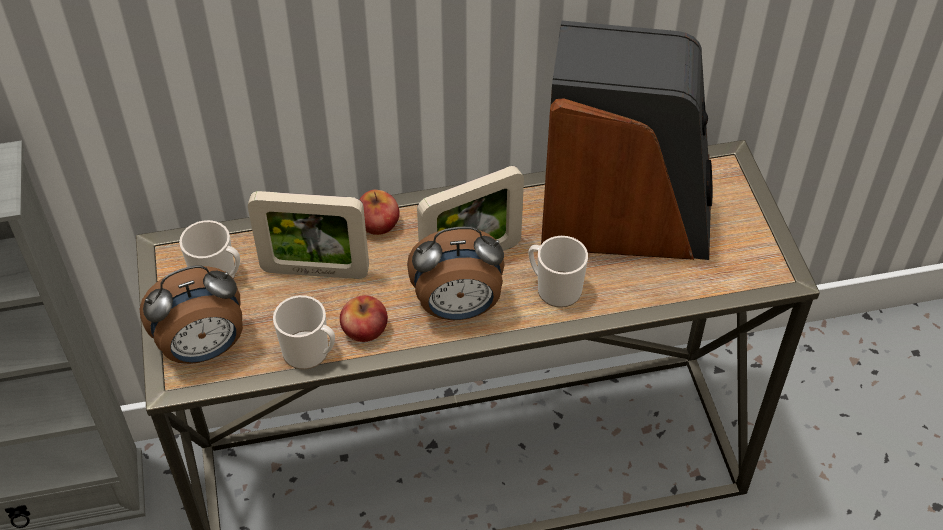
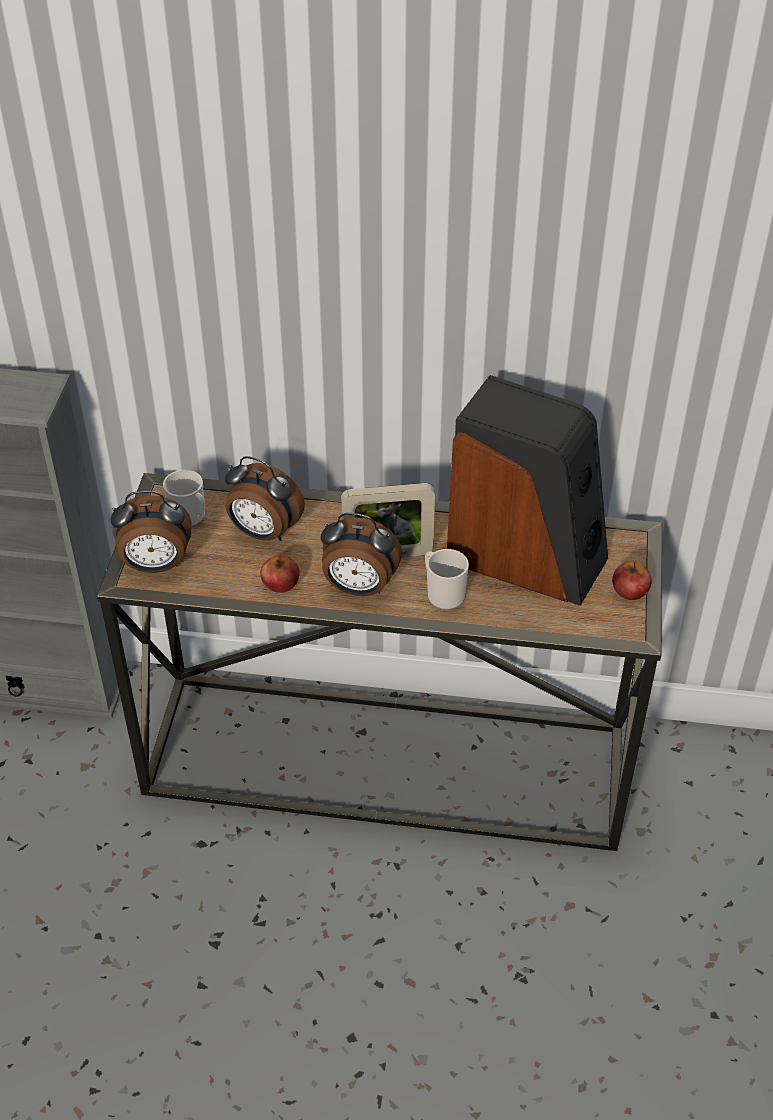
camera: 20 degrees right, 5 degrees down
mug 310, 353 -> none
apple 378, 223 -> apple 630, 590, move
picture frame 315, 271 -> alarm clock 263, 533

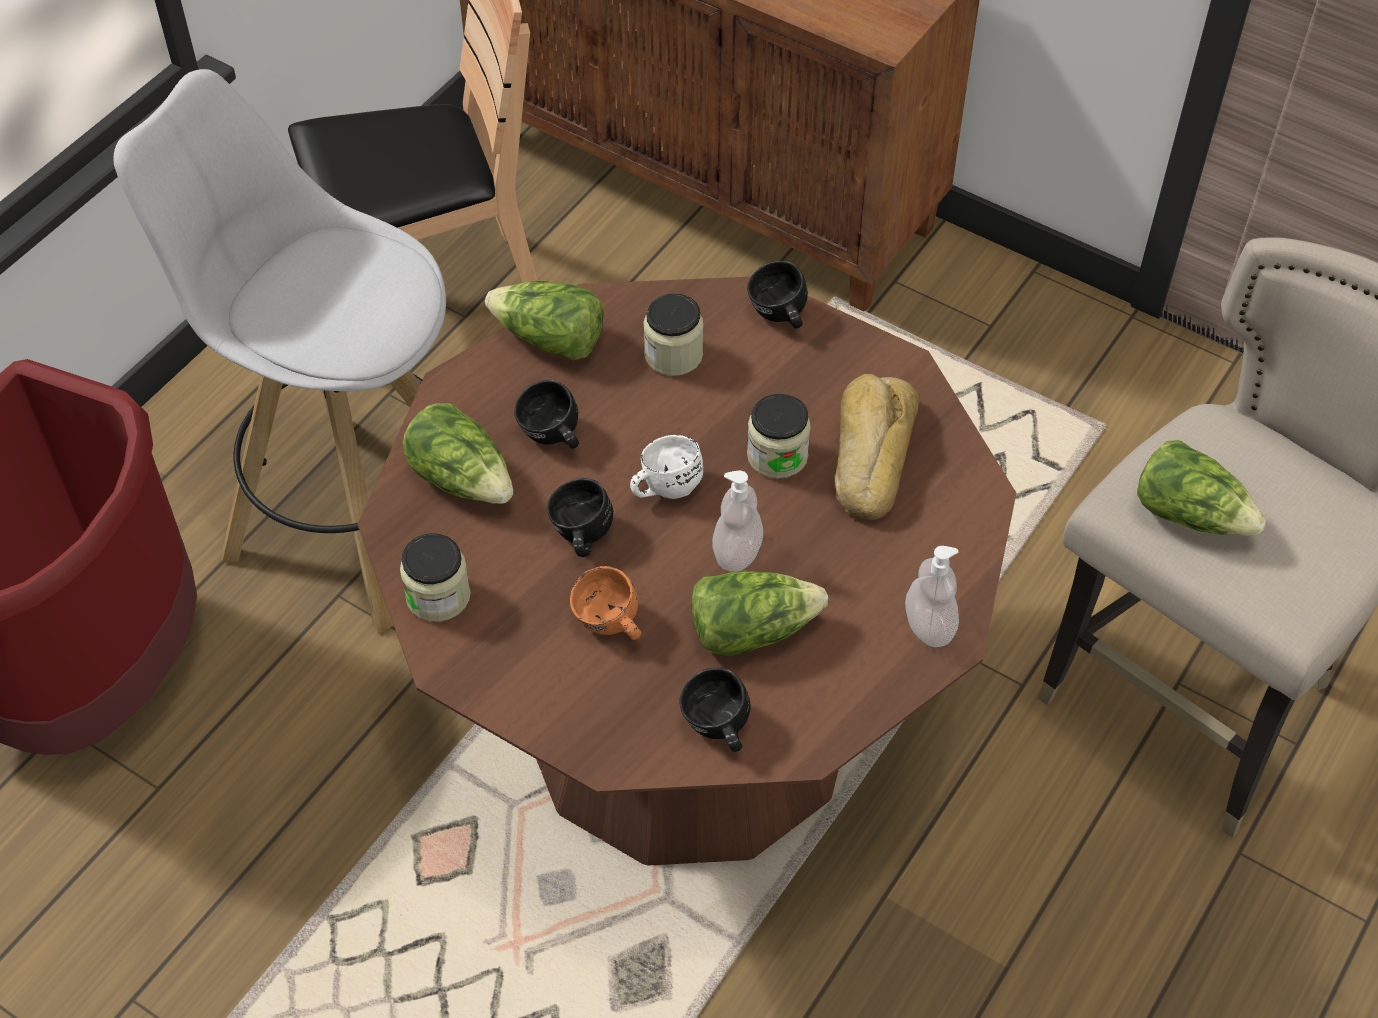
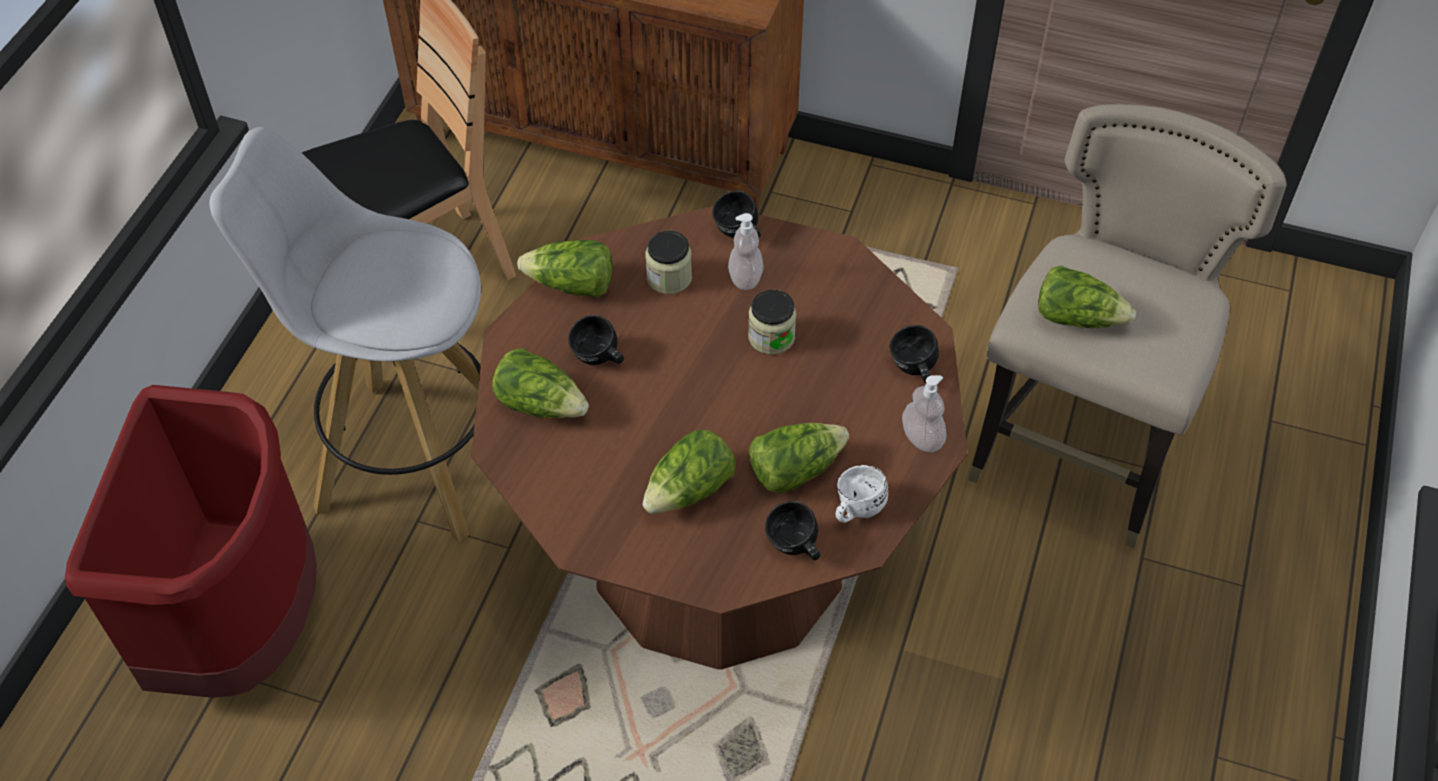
camera: 15 degrees left, 0 degrees up
jar 438, 596 -> none
bread 869, 454 -> none
mug (black) 579, 537 -> mug (black) 913, 370, move
mug (white) 664, 486 -> mug (white) 855, 508, move
soap dispenser 737, 552 -> soap dispenser 745, 278, move
mug (orange) 609, 627 -> lettuce 690, 490

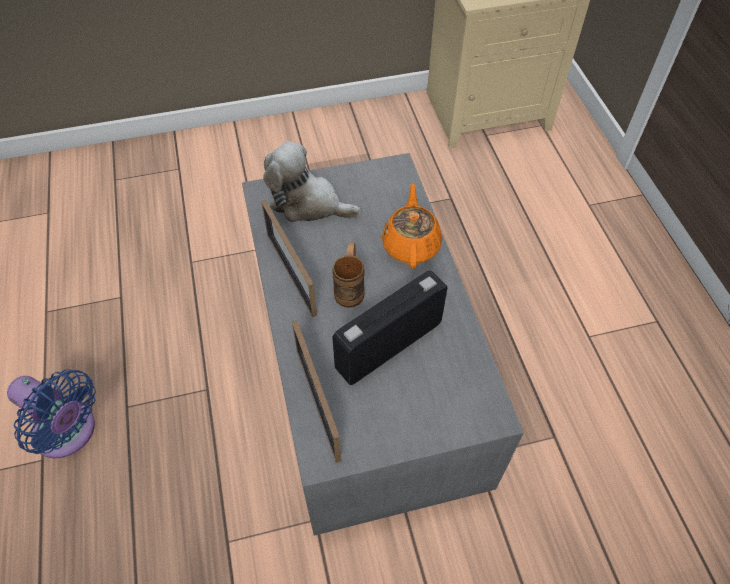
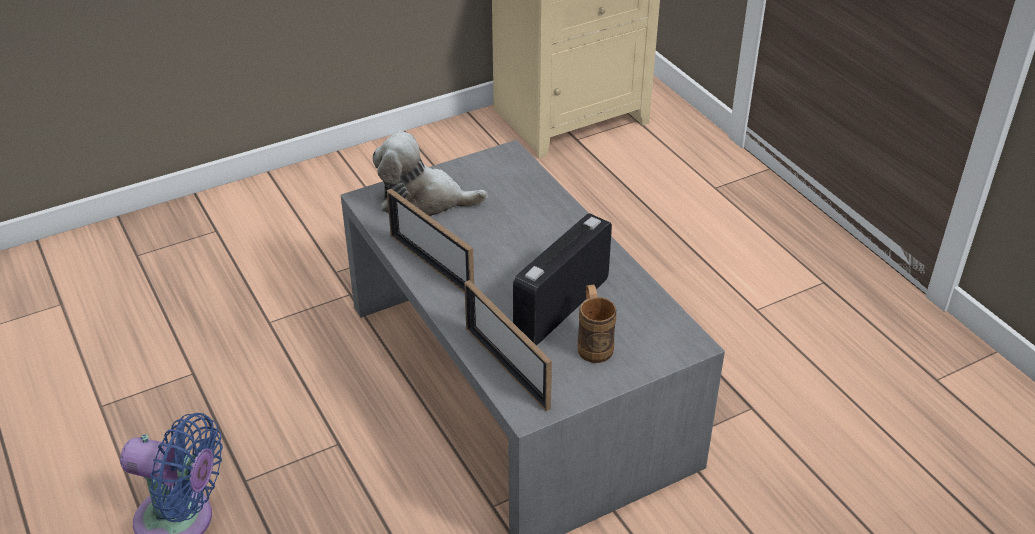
camera: 15 degrees left, 15 degrees down
teapot (orange) 411, 244 -> none
mug (brown) 350, 288 -> mug (brown) 593, 343, move

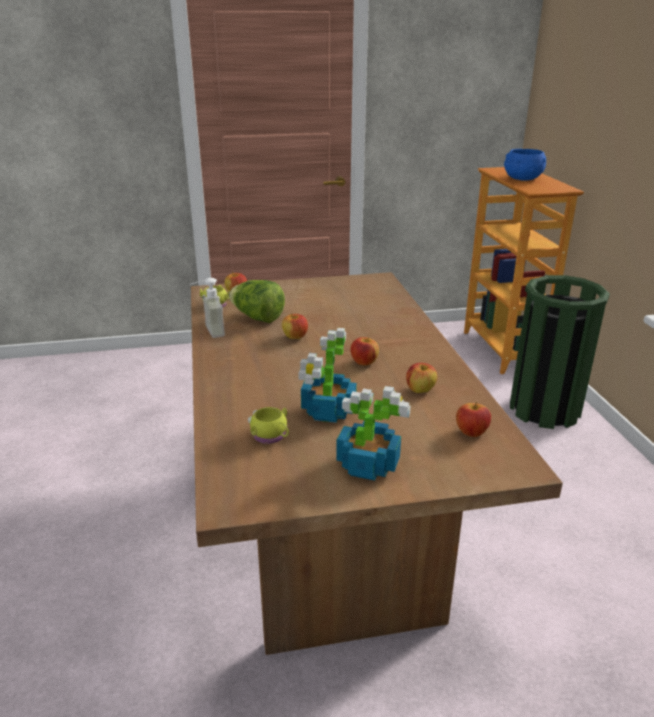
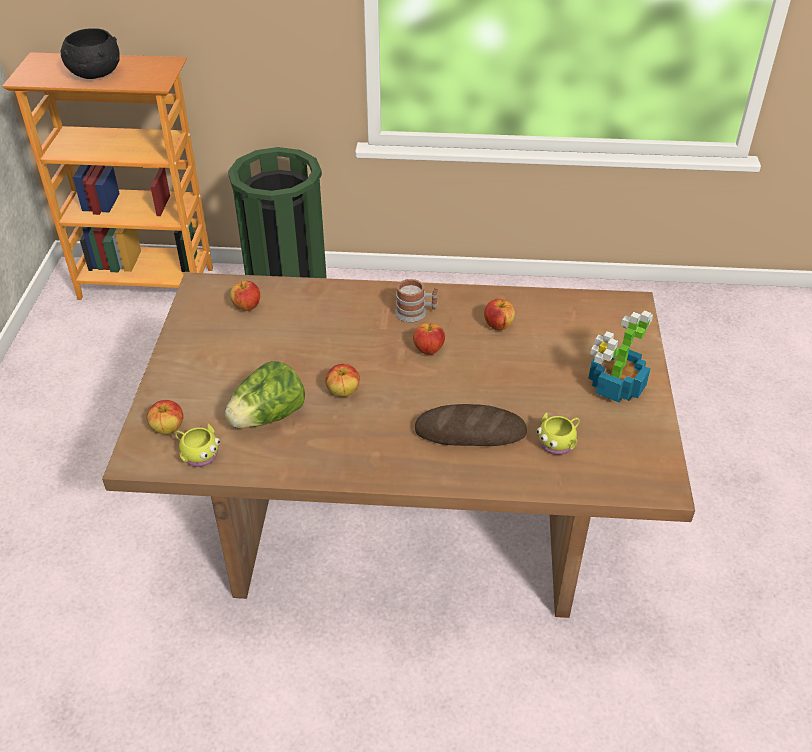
camera: 75 degrees left, 15 degrees up
soap dispenser 208, 332 -> none
potted plant 327, 411 -> none
none -> mug 416, 313
none -> bread 470, 432
apple 471, 432 -> apple 247, 306, move
bowl (blue) 522, 179 -> bowl (black) 94, 74

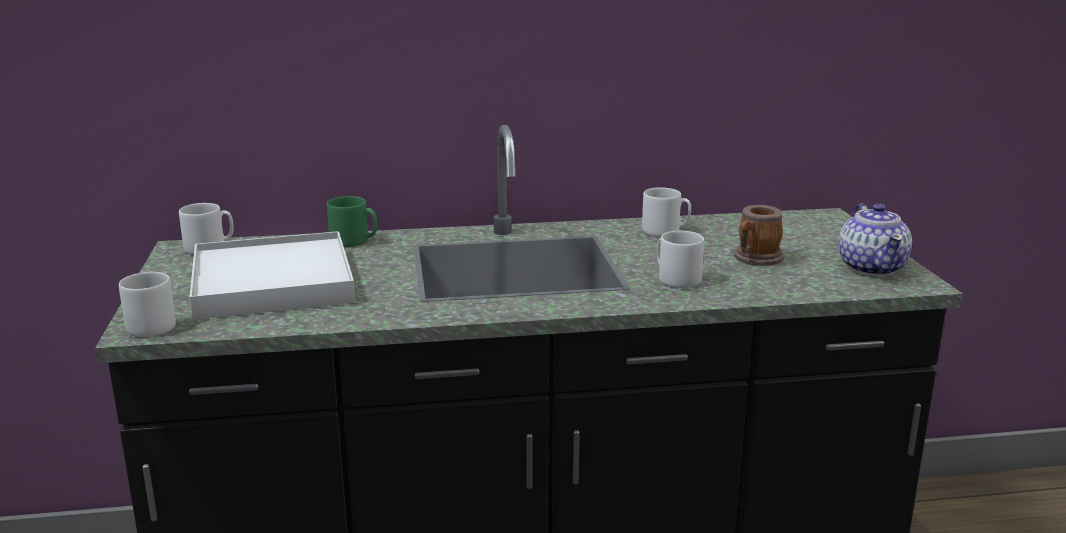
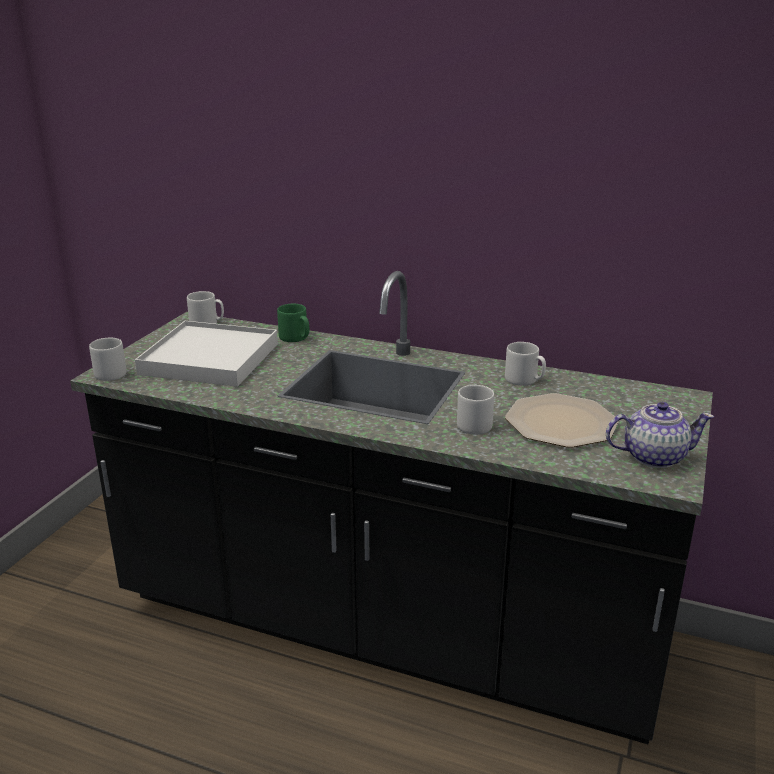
camera: 30 degrees right, 5 degrees up
mug 755, 259 -> plate 562, 423
teapot 872, 267 -> teapot 653, 457, 120 degrees counterclockwise

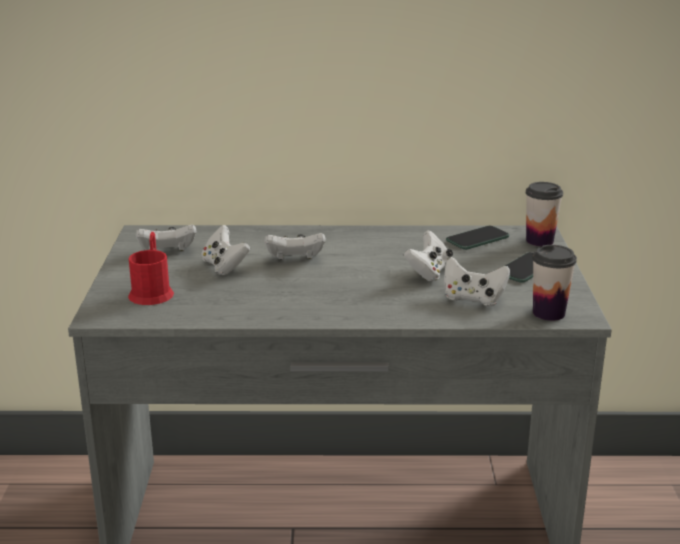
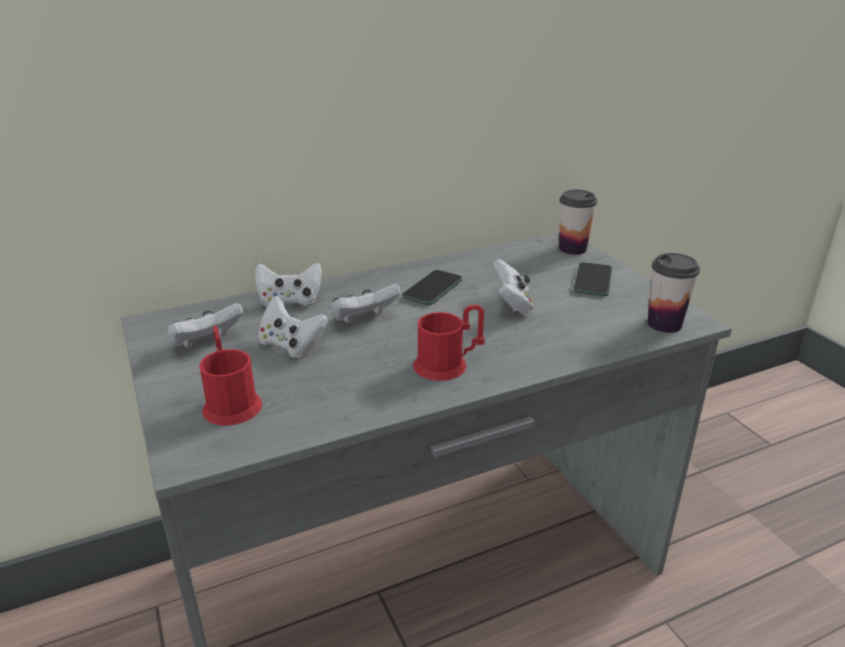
camera: 25 degrees left, 5 degrees up
none -> mug (red) 448, 365
game controller (white) 473, 299 -> game controller (white) 290, 301, move
phone 477, 239 -> phone 432, 289, move

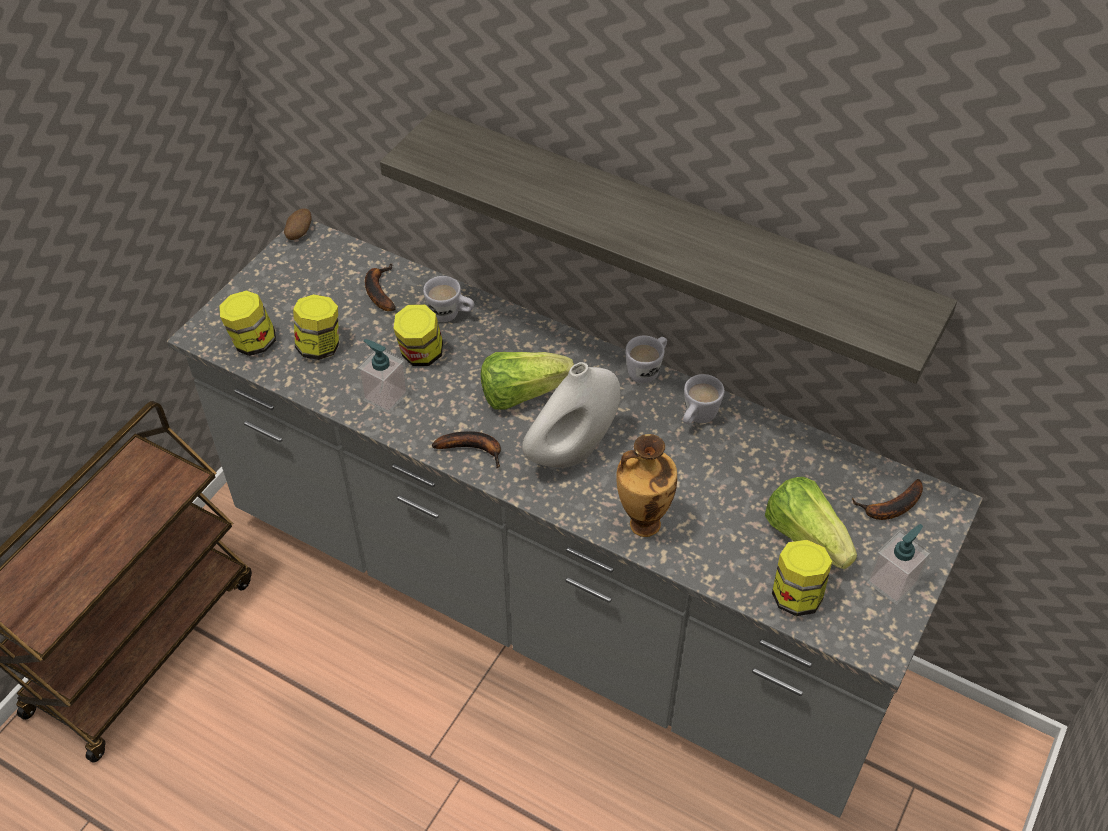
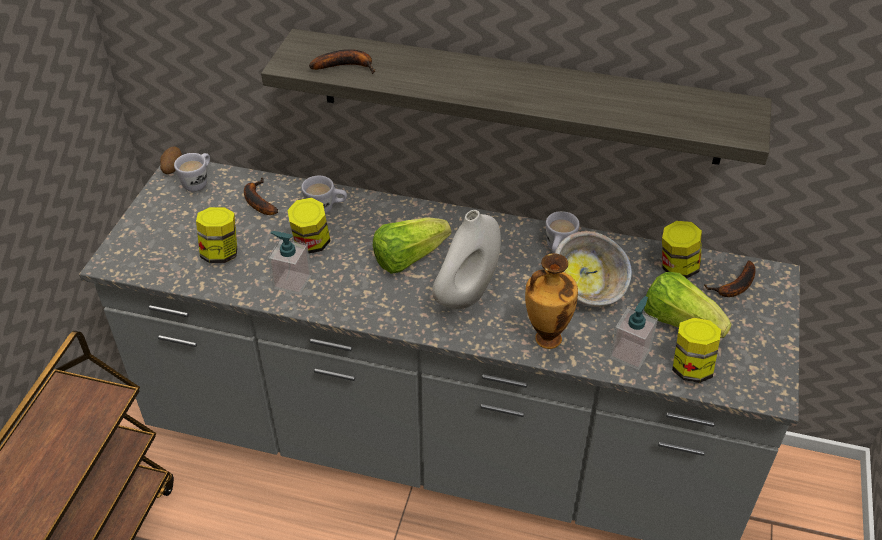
camera: 15 degrees left, 5 degrees down
none -> bowl 589, 290
jar 253, 343 -> jar 677, 268, move
banana 474, 449 -> banana 347, 66, move
mug (white) 647, 370 -> mug (white) 198, 182, move
soap dispenser 892, 582 -> soap dispenser 630, 353, move

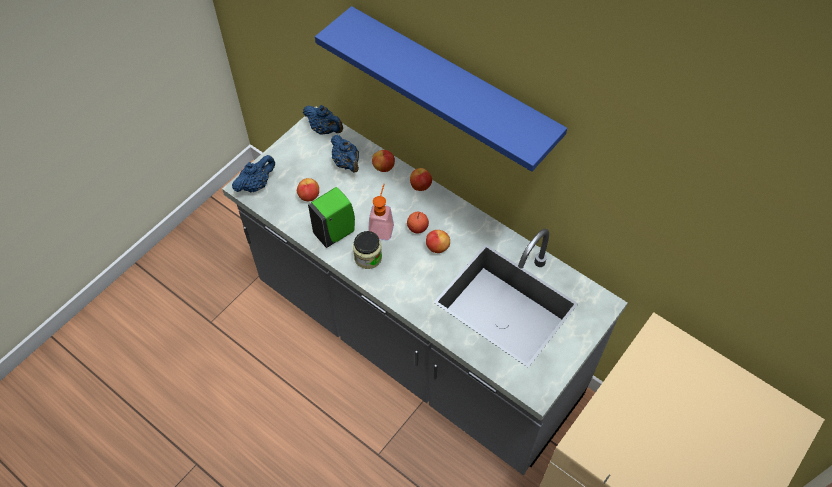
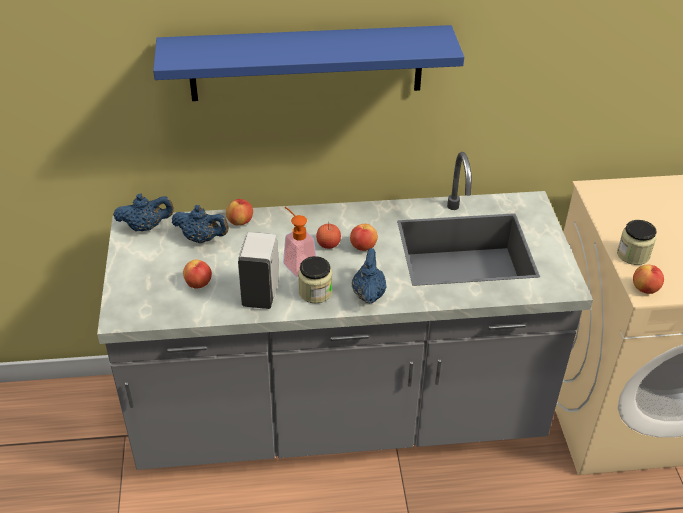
camera: 45 degrees left, 15 degrees down
none -> jar 633, 254
teapot (blue) 256, 185 -> teapot (blue) 368, 294, move
apple 420, 186 -> apple 645, 289, move
soap dispenser (green) 336, 232 -> soap dispenser (white) 261, 293

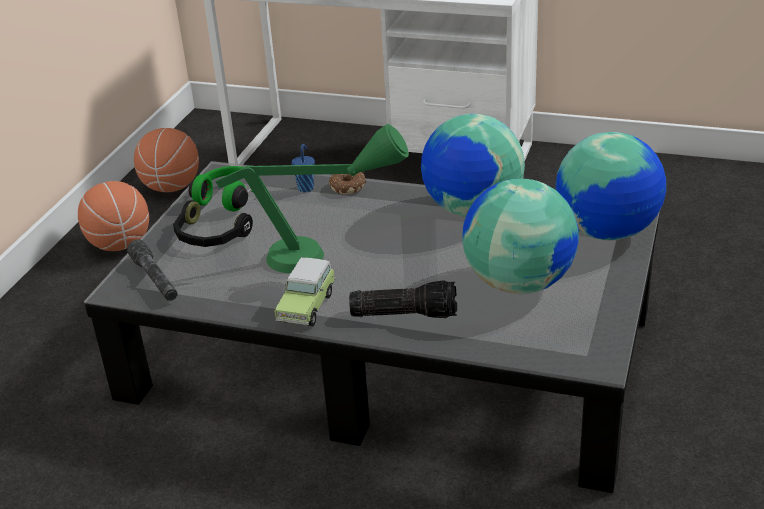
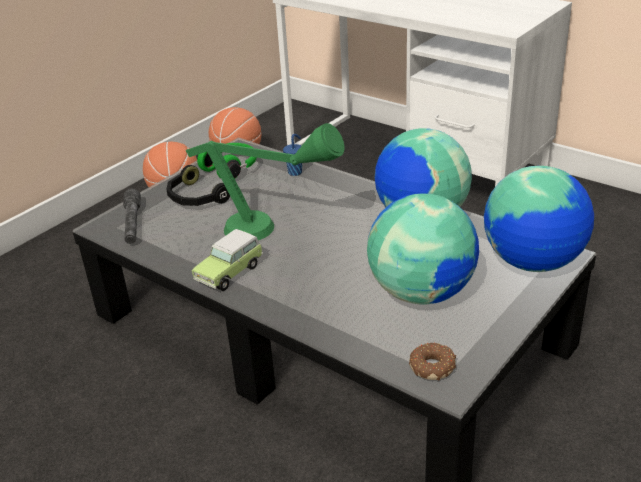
camera: 20 degrees right, 0 degrees up
flashlight 405, 313 -> none
donut 347, 186 -> donut 432, 366, move

